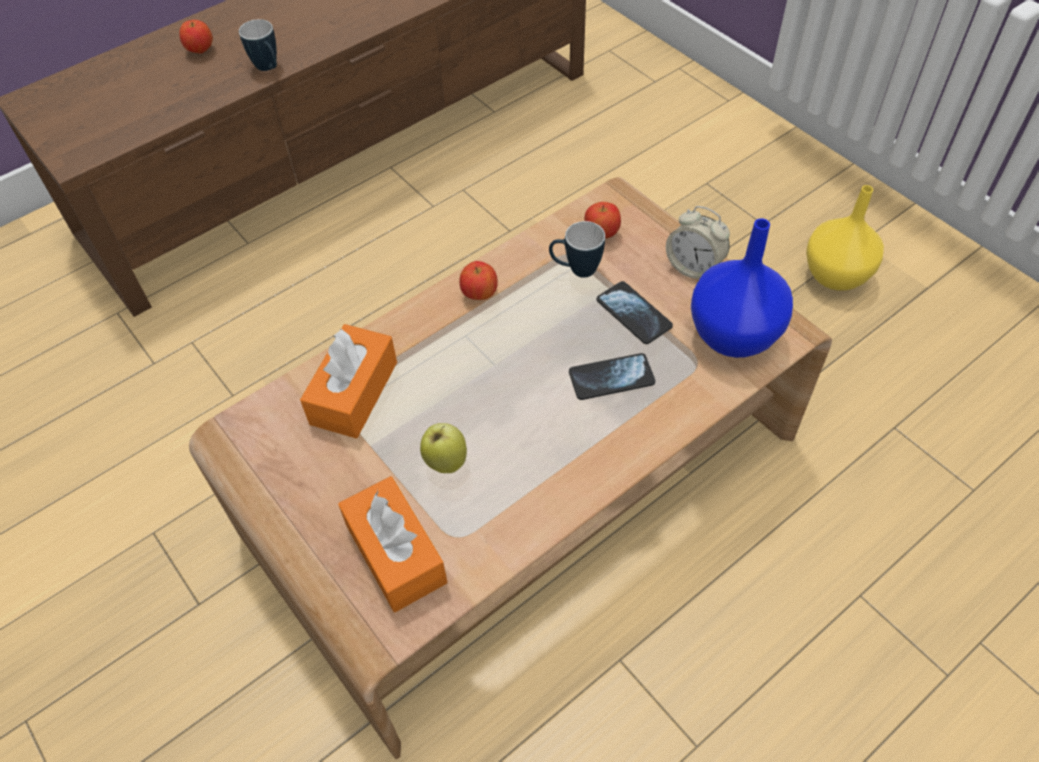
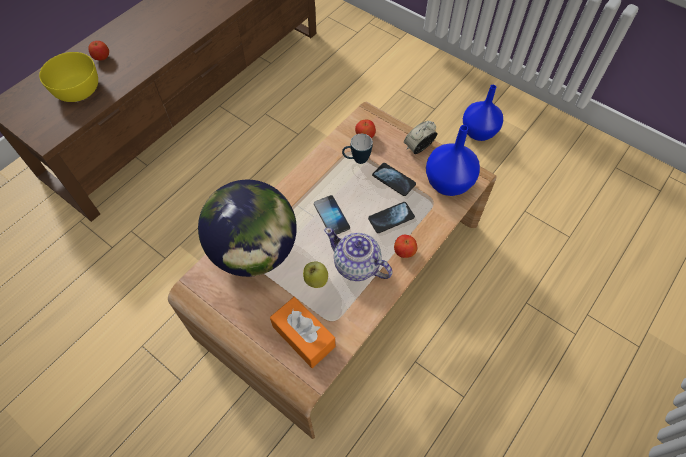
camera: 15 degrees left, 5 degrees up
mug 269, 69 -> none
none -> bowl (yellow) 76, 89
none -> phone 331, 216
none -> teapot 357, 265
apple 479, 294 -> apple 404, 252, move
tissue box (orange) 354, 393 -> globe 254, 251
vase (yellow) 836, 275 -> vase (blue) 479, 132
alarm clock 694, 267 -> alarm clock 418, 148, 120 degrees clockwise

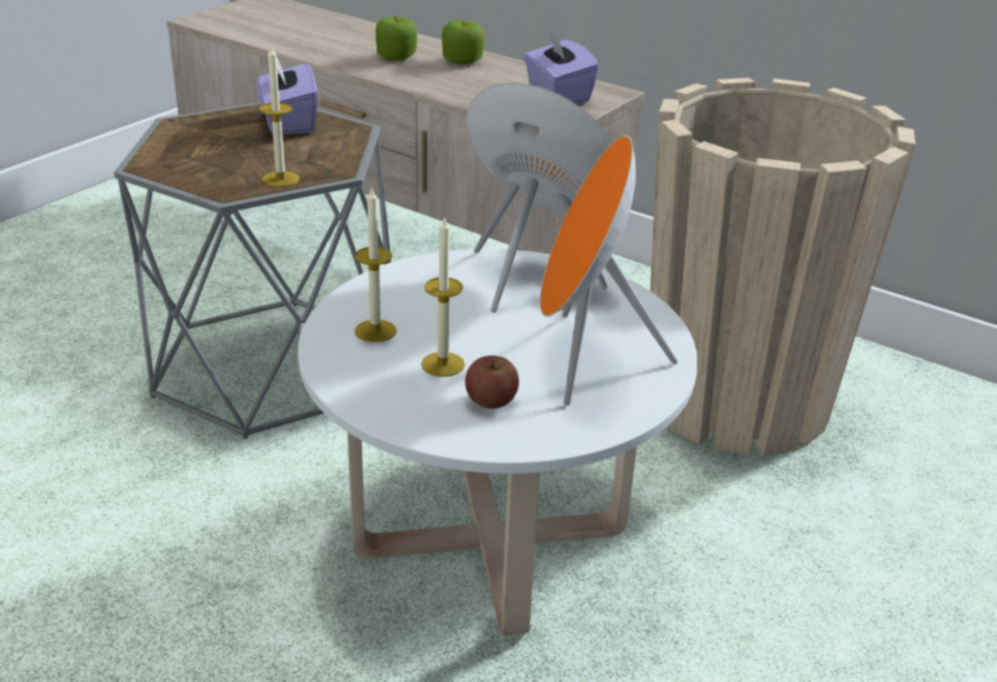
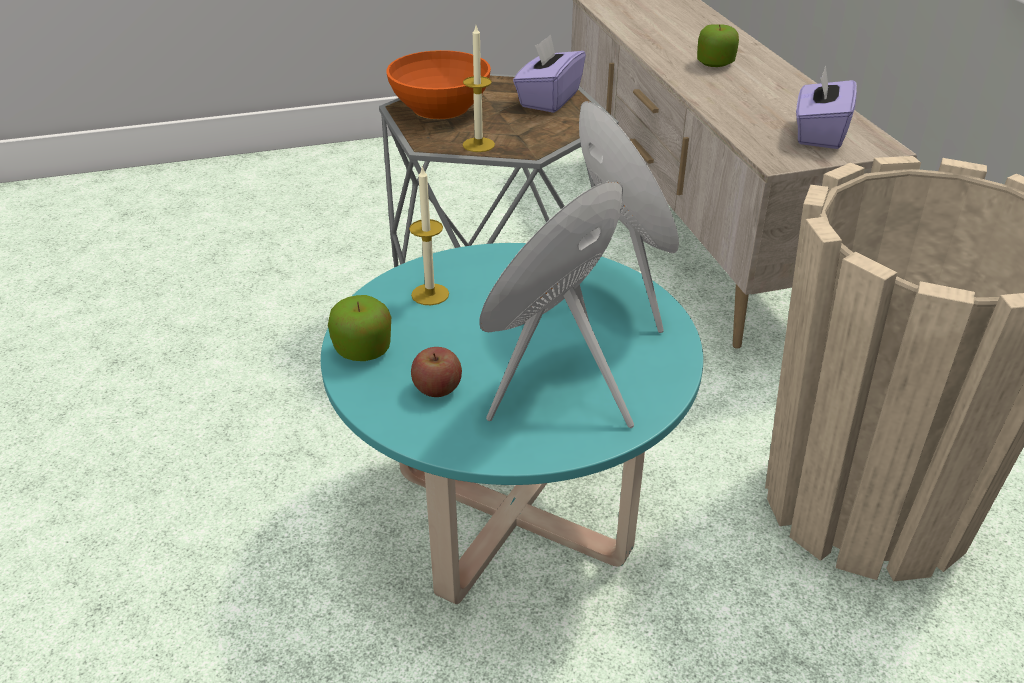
camera: 40 degrees right, 5 degrees up
candle 443, 364 -> none
none -> bowl (orange) 439, 107
apple 462, 61 -> apple 363, 350, move
coffee table (white) 490, 539 -> coffee table (turquoise) 511, 514

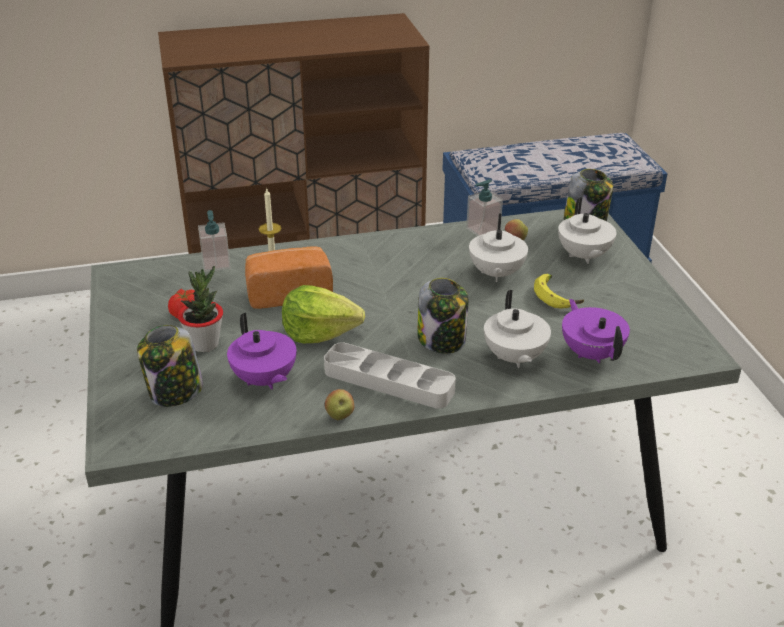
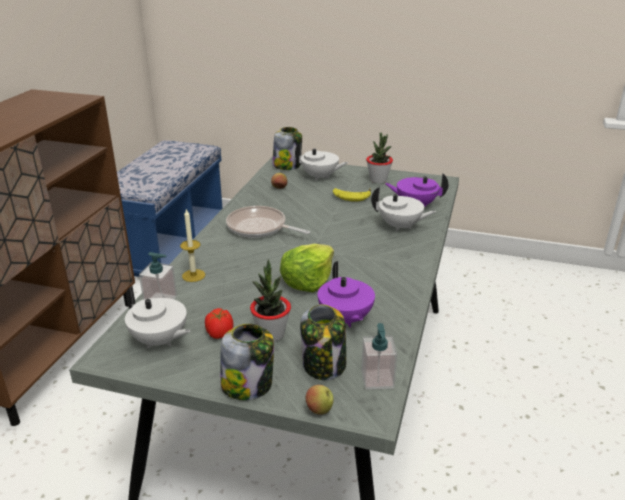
camera: 60 degrees left, 5 degrees down
bread 288, 293 -> none
tray (grey) 388, 381 -> none
none -> frying pan 259, 228
none -> potted plant 378, 180
apple 340, 416 -> apple 319, 410, move
jar 442, 340 -> jar 248, 385, move
soap dispenser 483, 230 -> soap dispenser 377, 379, move
teapot (white) 495, 274 -> teapot (white) 160, 340, move
teapot (purple) 264, 380 -> teapot (purple) 345, 319, 75 degrees clockwise

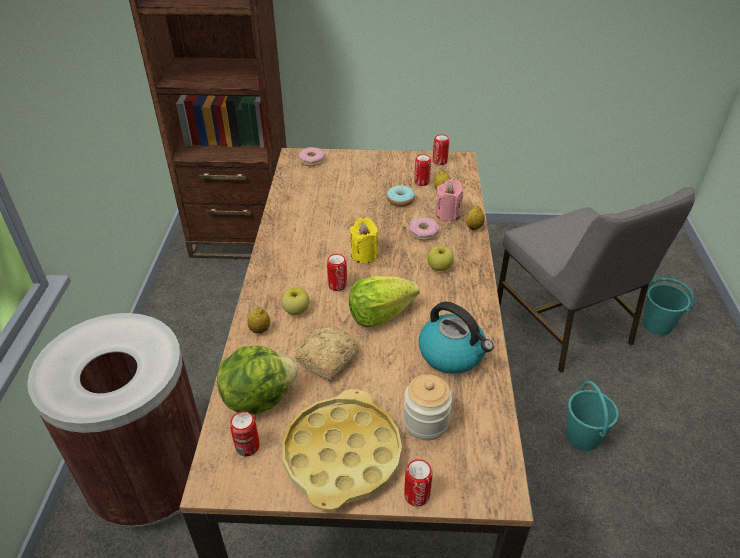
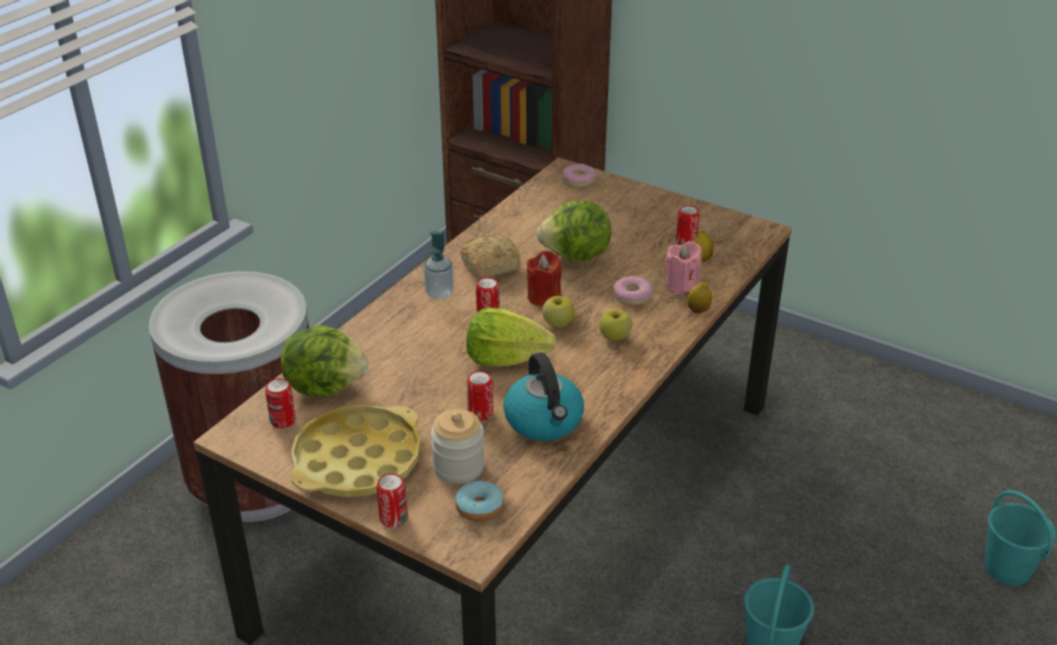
camera: 30 degrees right, 5 degrees down
lemon 260, 330 -> none
chair (grey) 565, 324 -> none
none -> soap dispenser 439, 293
none -> lettuce 576, 256
apple 296, 310 -> apple 558, 323, move
bread 326, 360 -> bread 488, 266, move
donut 400, 200 -> donut 479, 507, move
can 439, 161 -> can 480, 413, move
candle (yellow) 364, 255 -> candle (red) 544, 297

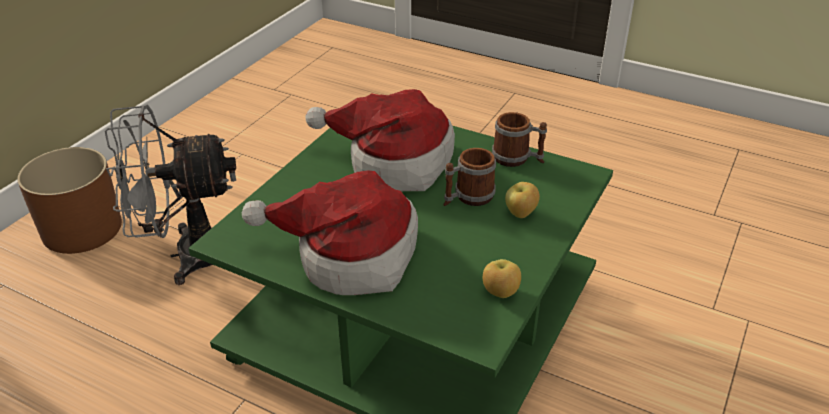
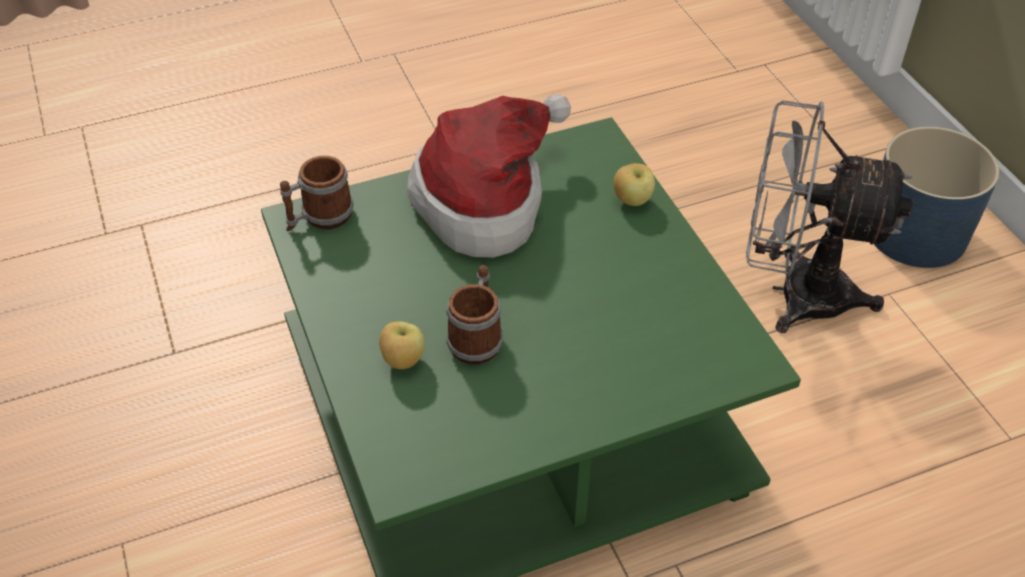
camera: 130 degrees right, 10 degrees up
hat 393, 163 -> none
apple 500, 293 -> apple 632, 200, move
mug 517, 159 -> mug 319, 218, move
planter (brown) 83, 229 -> planter (blue) 915, 233
fan (grey) 188, 255 -> fan (grey) 794, 293, 105 degrees counterclockwise

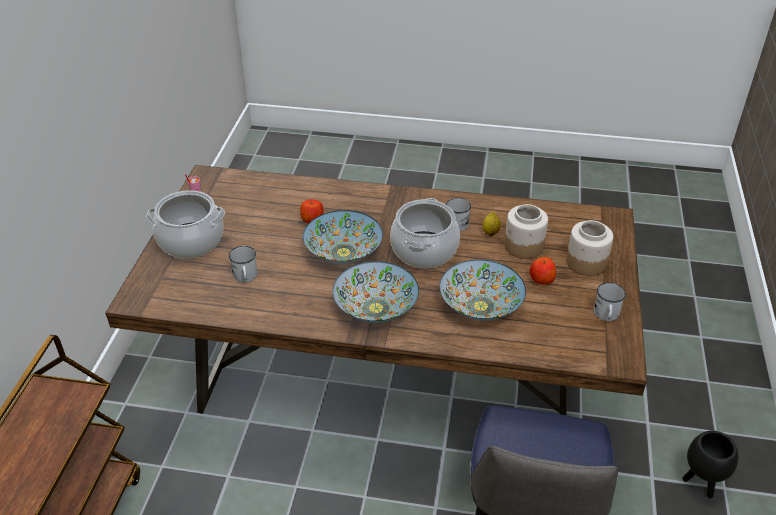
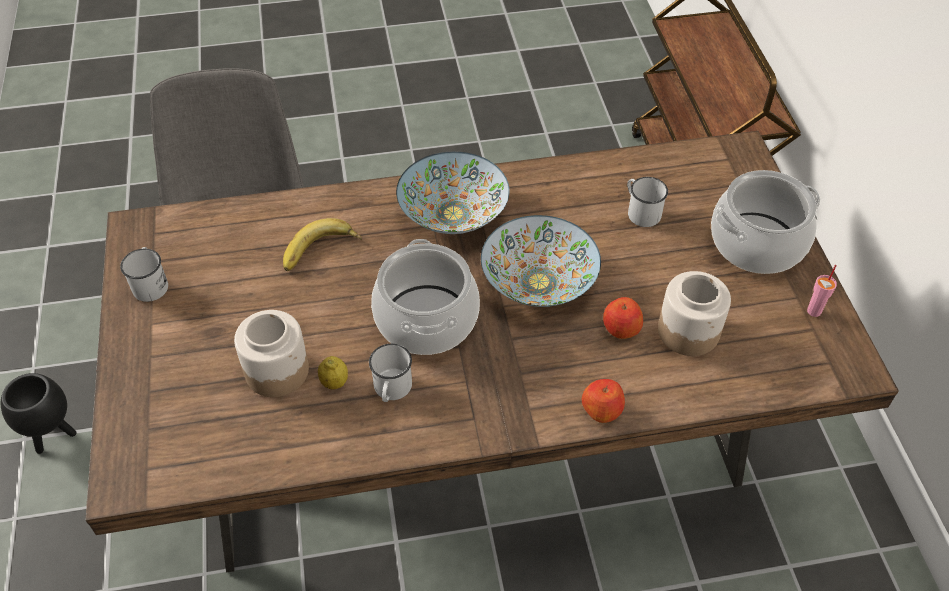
camera: 160 degrees right, 10 degrees up
apple 541, 279 -> apple 601, 410, move
jar 585, 263 -> jar 689, 331, move
bowl 480, 306 -> banana 321, 252

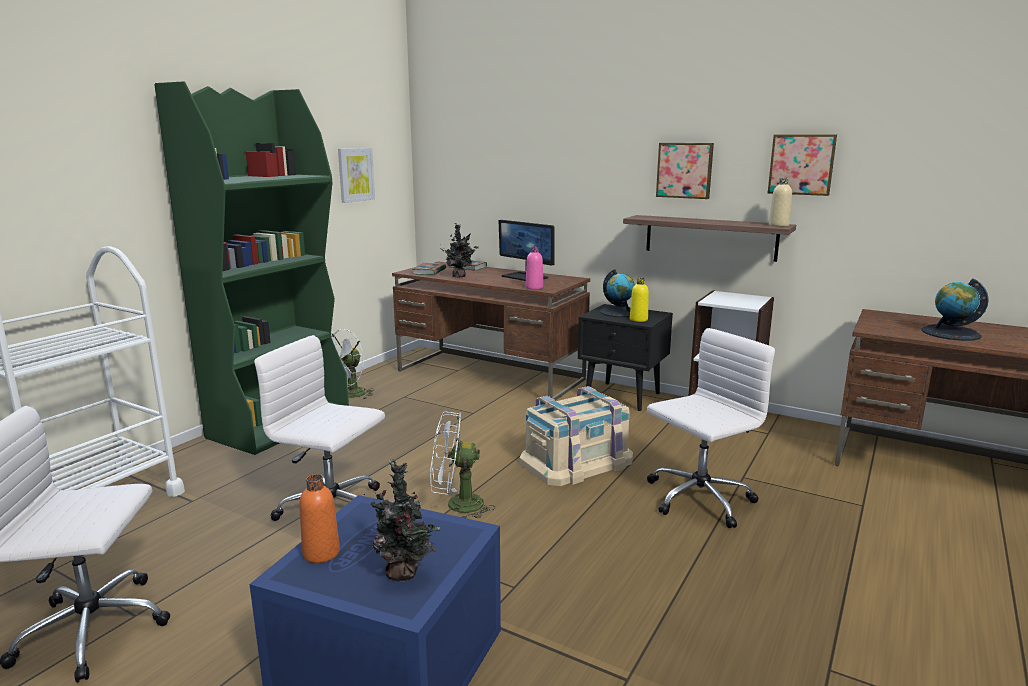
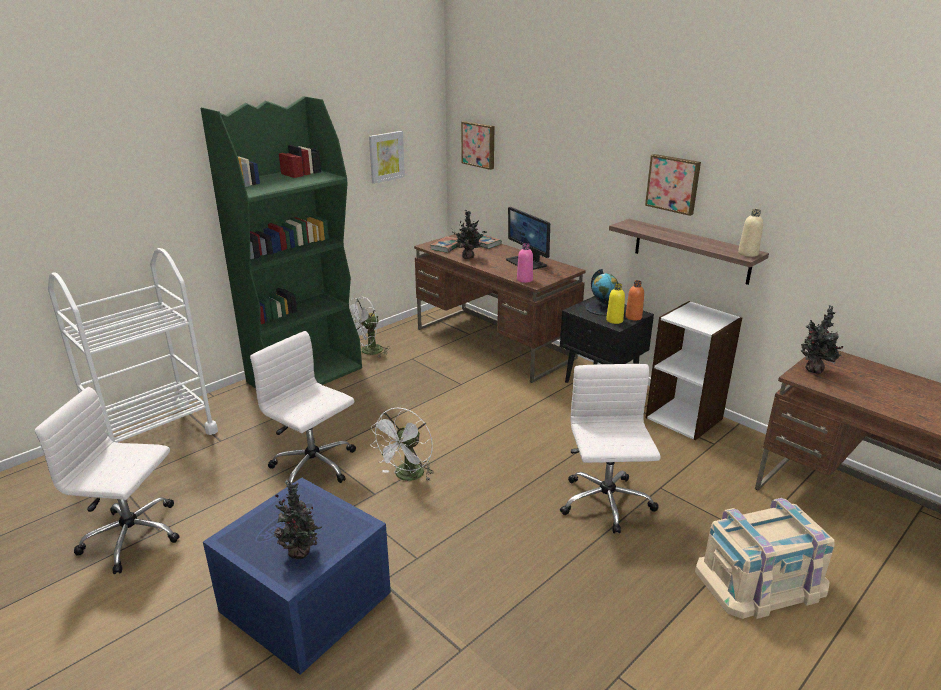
camera: 15 degrees right, 10 degrees up
globe 950, 333 -> none
none -> potted plant 814, 371
bottle (orange) 321, 553 -> bottle (orange) 633, 317, move
storage box (beige) 576, 461 -> storage box (beige) 760, 580, move
picture 801, 164 -> picture 479, 144, move
fan (white) 456, 505 -> fan (white) 407, 476, 75 degrees counterclockwise
office chair (white) 697, 499 -> office chair (white) 606, 504, 75 degrees counterclockwise

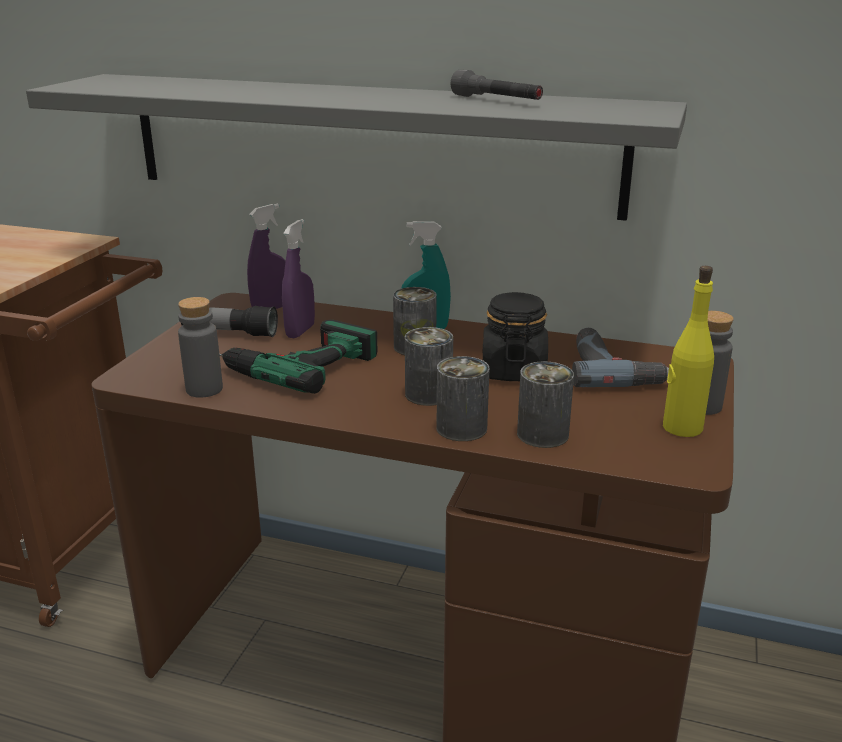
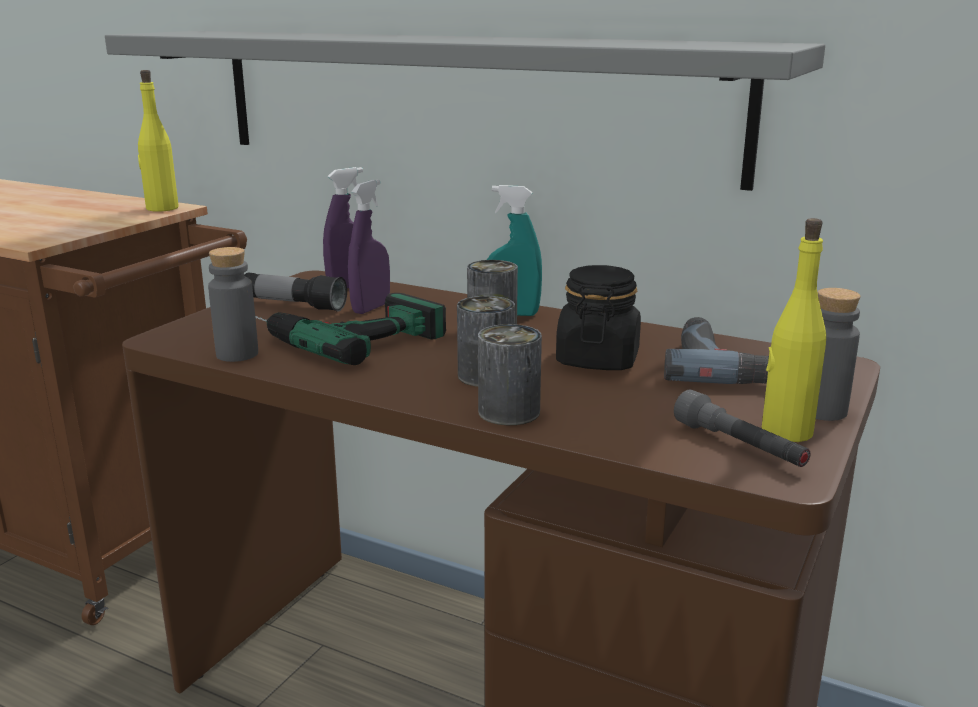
camera: 10 degrees right, 5 degrees down
can 542, 434 -> none
none -> bottle (yellow) 162, 208
flashlight (grey) 496, 100 -> flashlight (grey) 739, 447, move

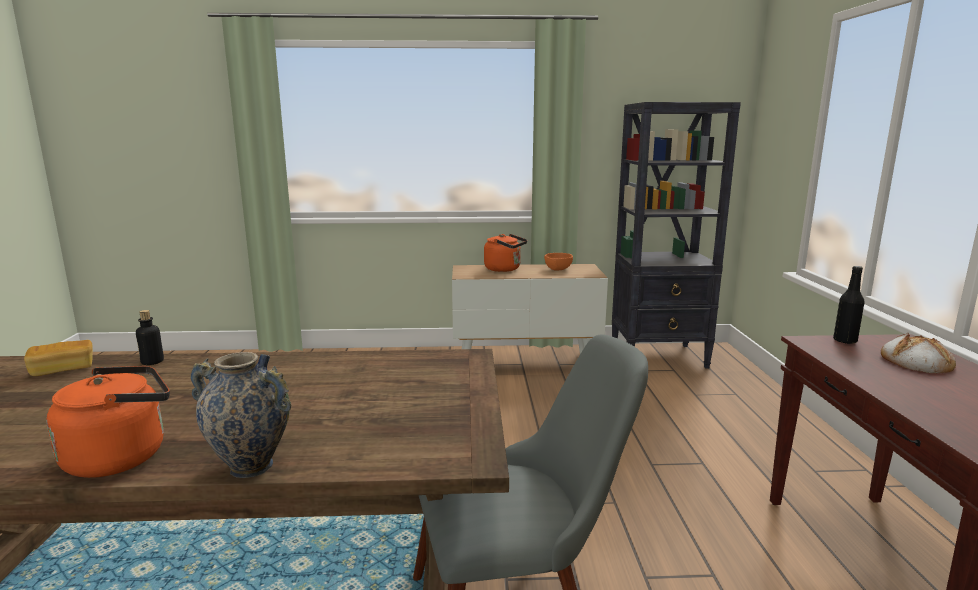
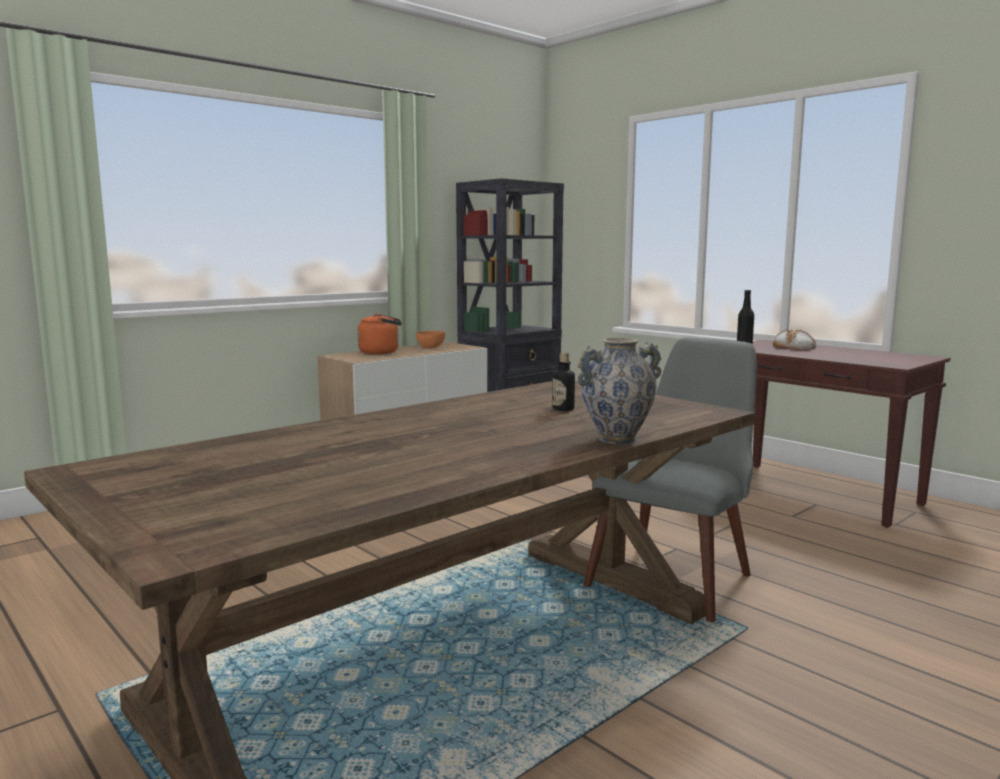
camera: 40 degrees left, 5 degrees down
bread 63, 369 -> none
kettle (orange) 122, 456 -> none
bottle 152, 362 -> bottle 563, 409, move

